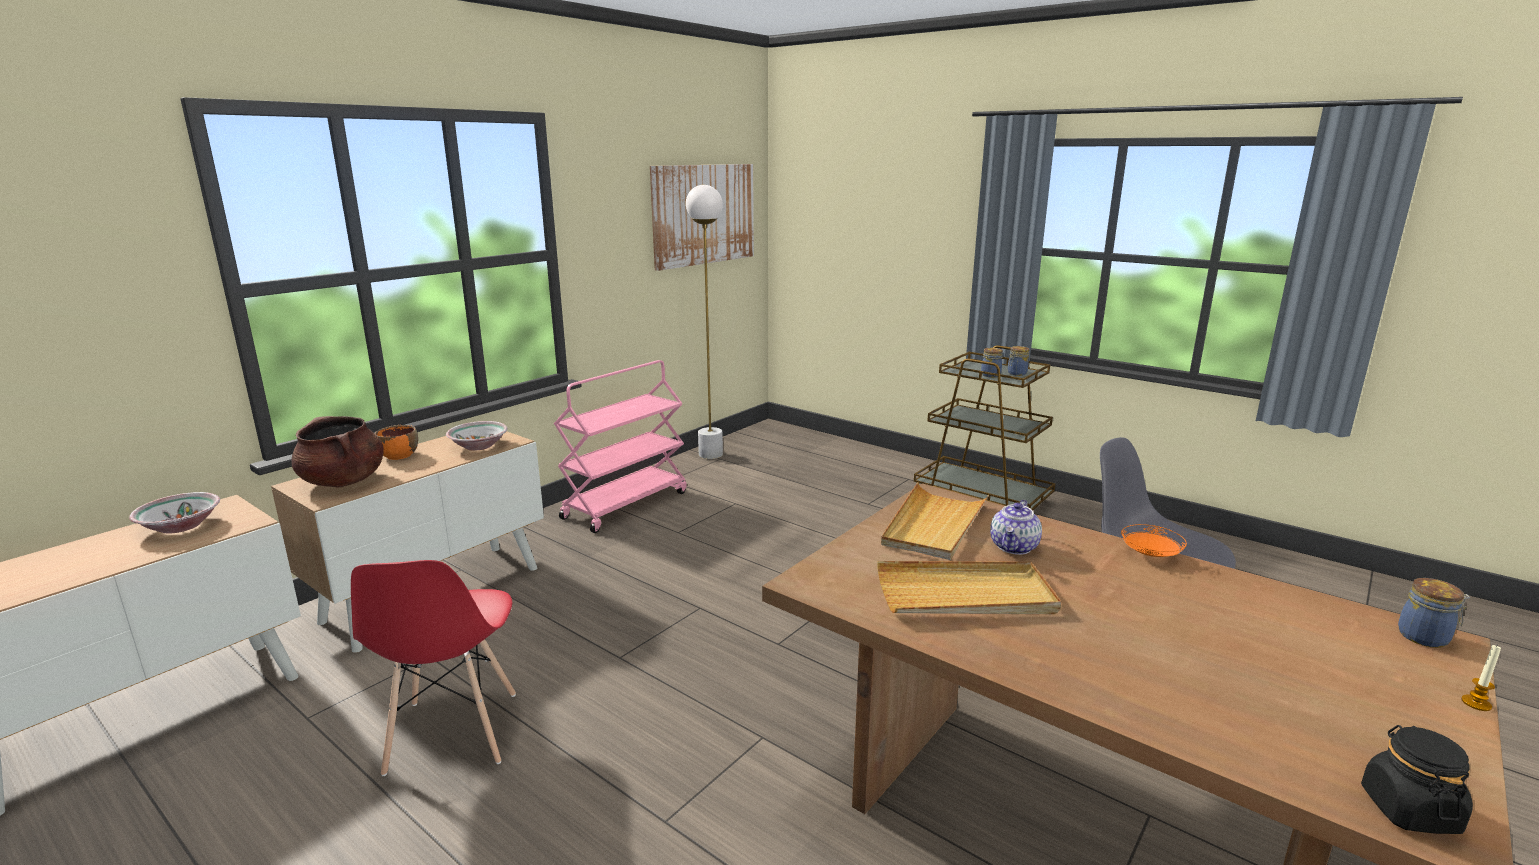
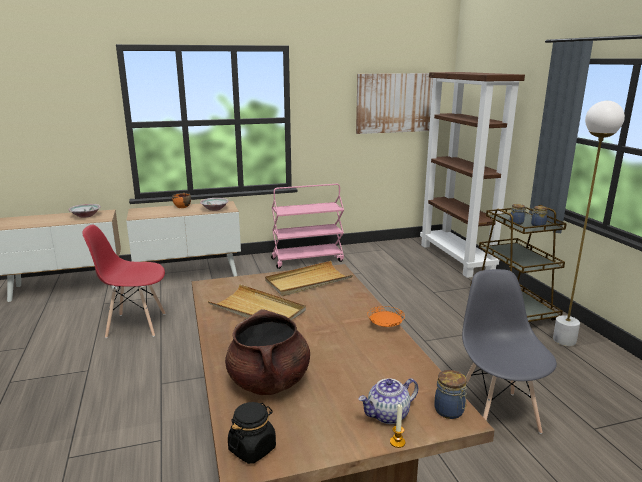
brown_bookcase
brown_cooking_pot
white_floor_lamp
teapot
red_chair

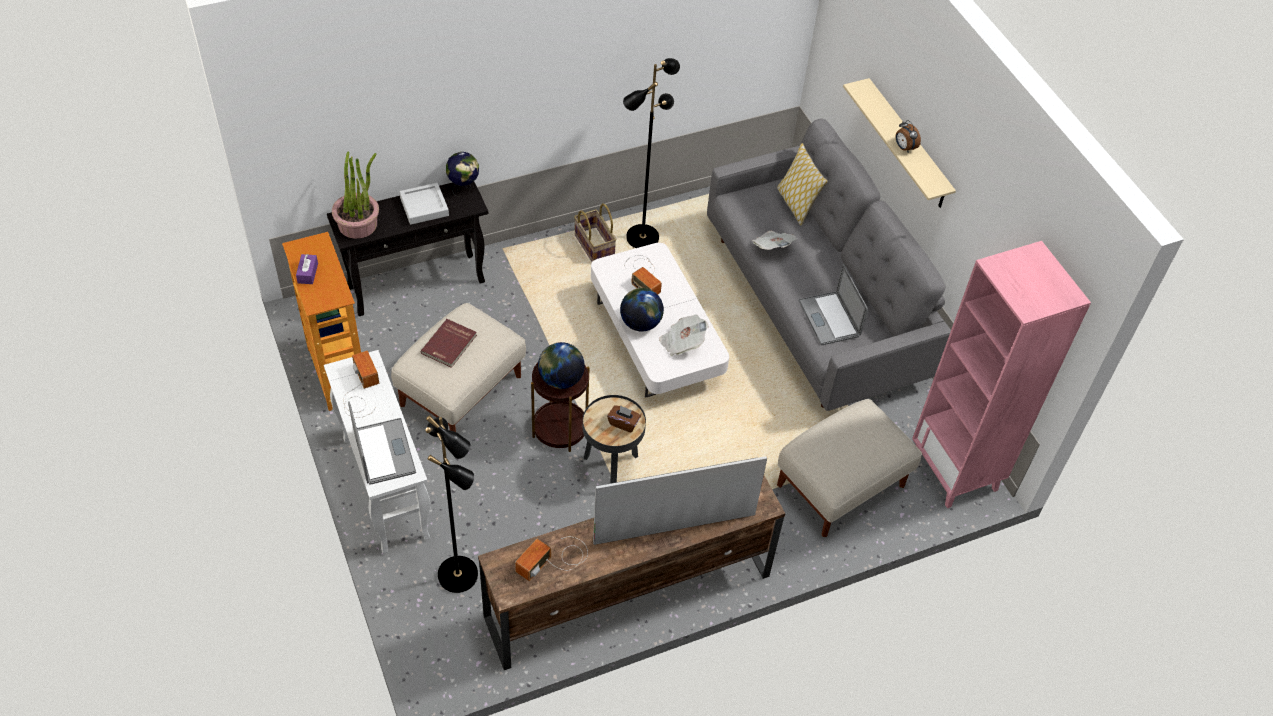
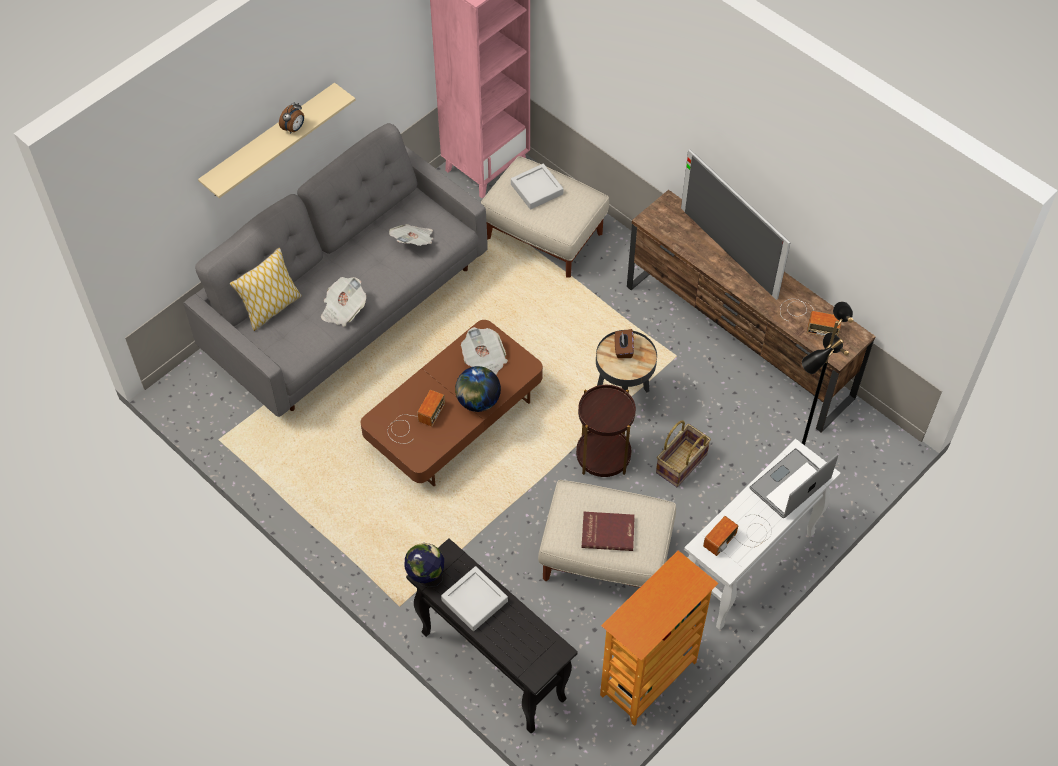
purple_tissue_box
potted_plant
globe (no. 2 from left in the first image)
black_floor_lamp (no. 2 from left in the first image)
grey_tray (no. 2 from left)
basket
newspaper (no. 2 from left)
brown_coffee_table

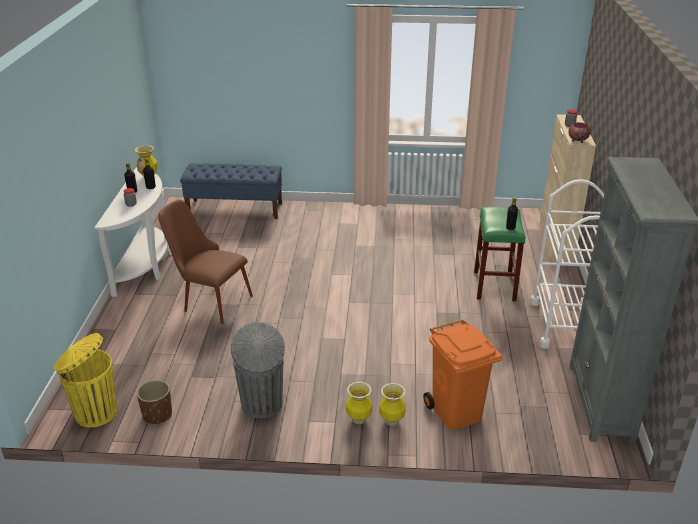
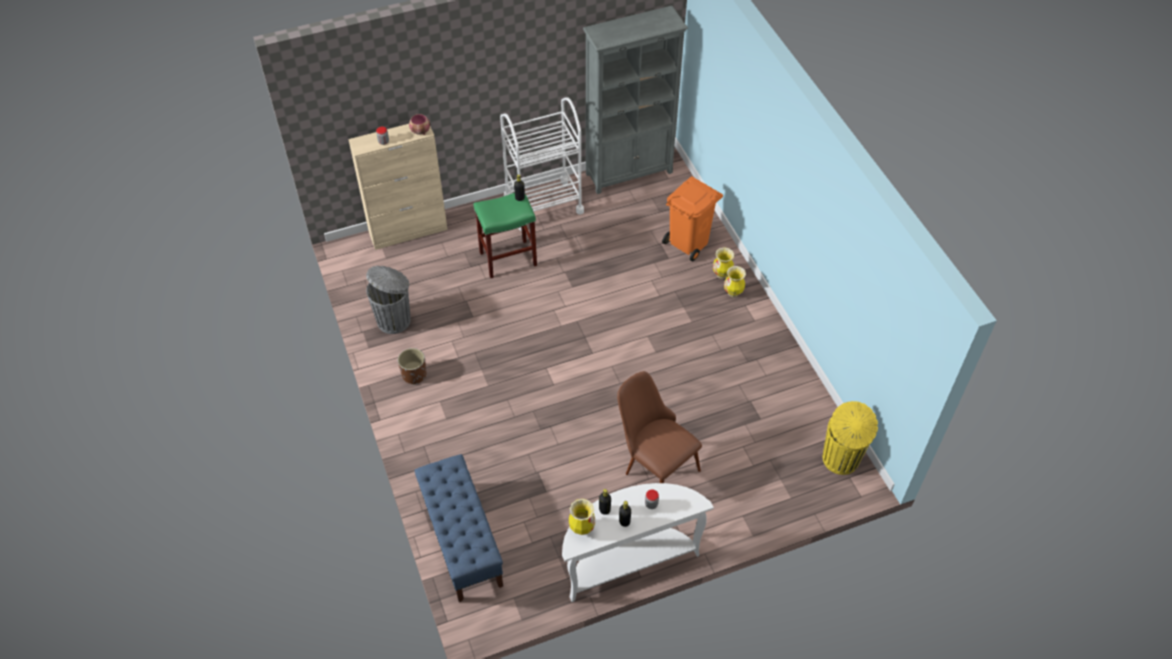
brown_planter
grey_trash_can
brown_chair

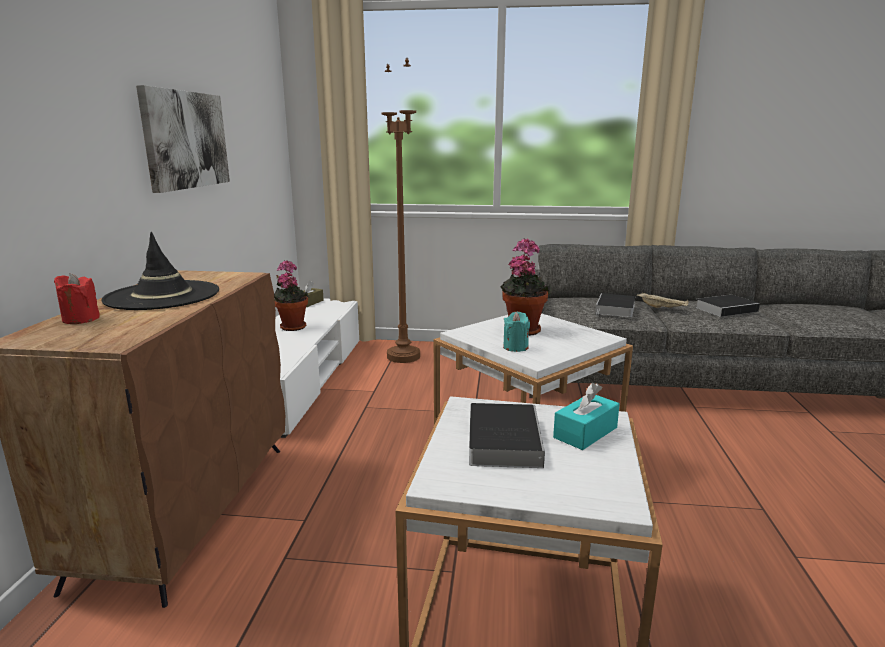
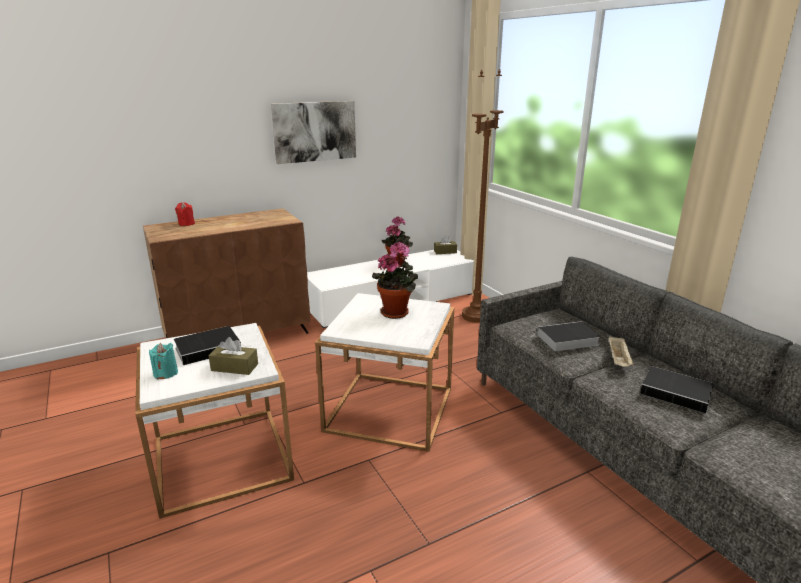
black_hat
turquoise_candle
brown_tissue_box (no. 1 from left)

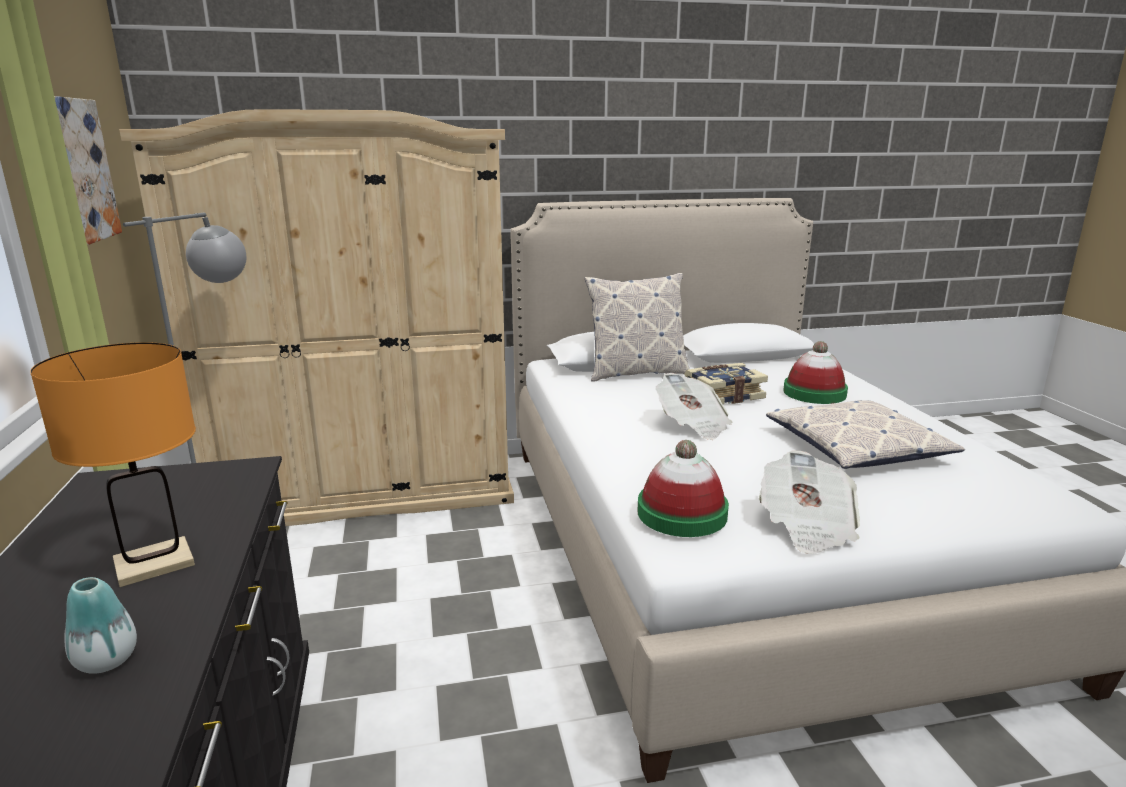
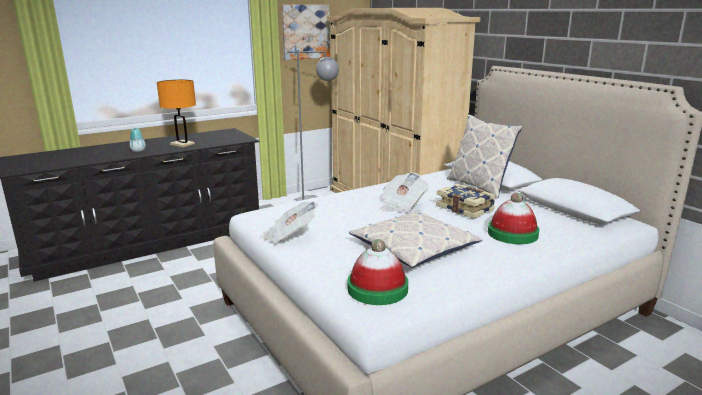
hat (no. 1 from left)

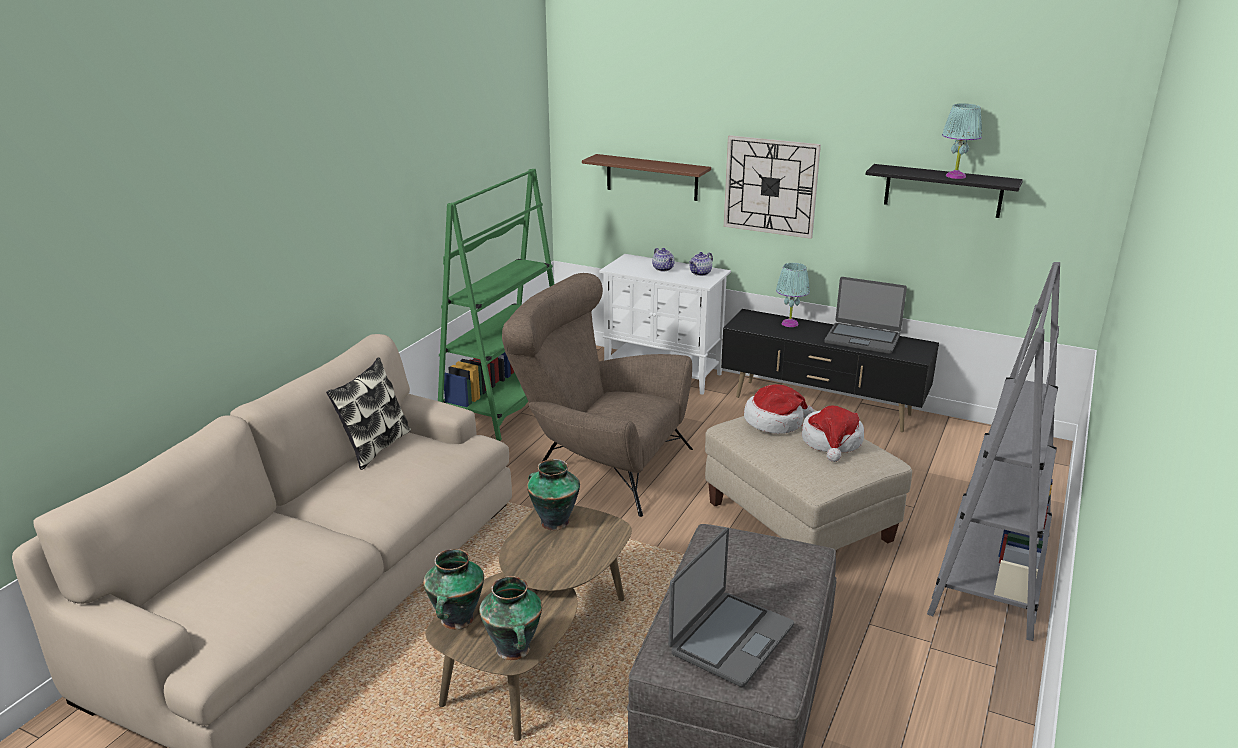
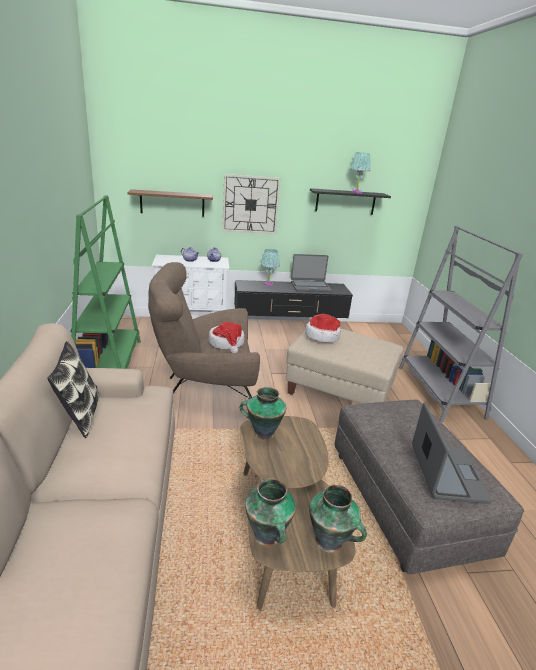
hat (no. 1 from left)

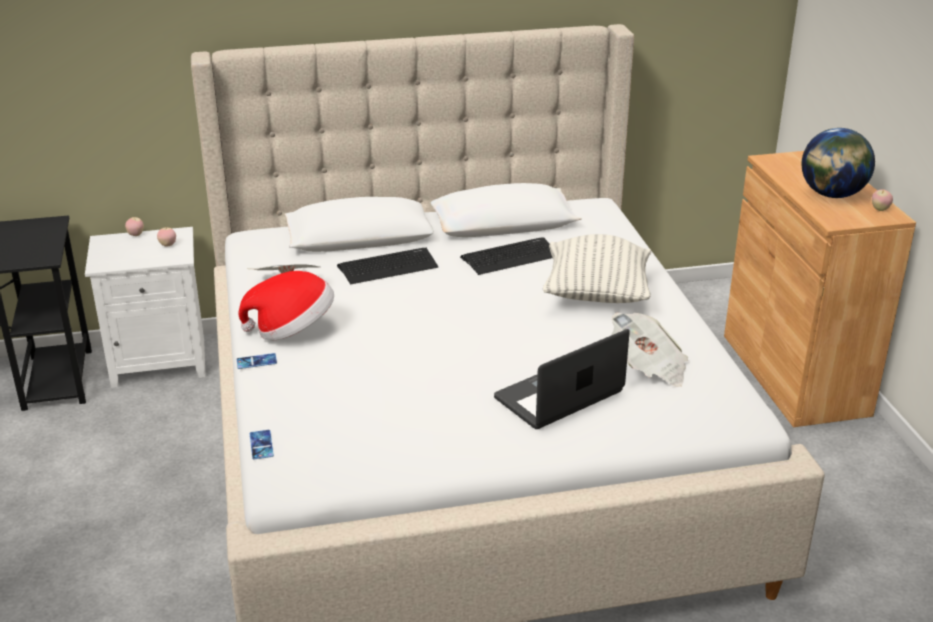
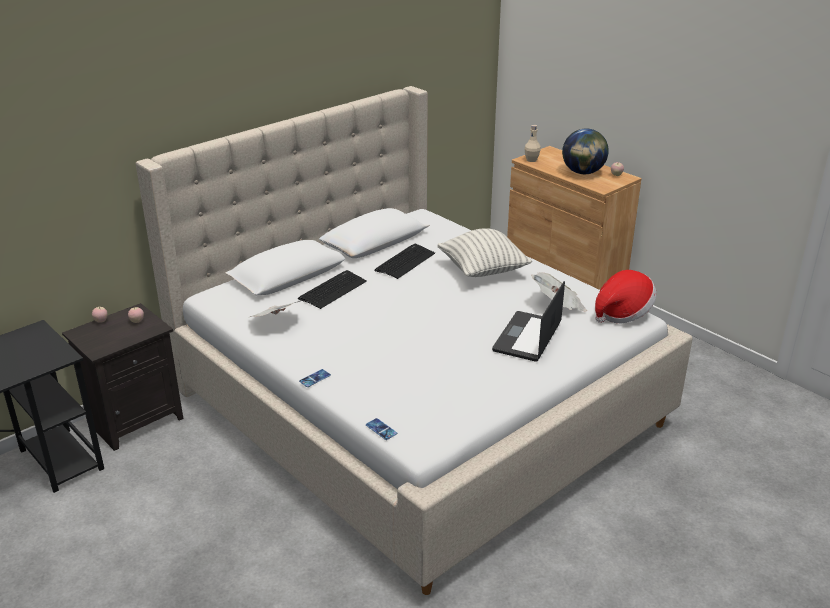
beige_bottle
hat
black_nightstand

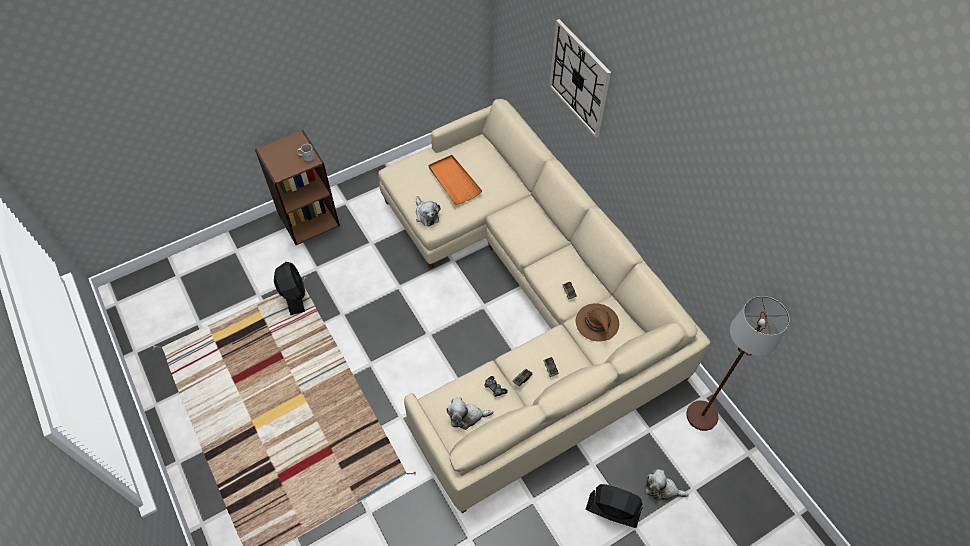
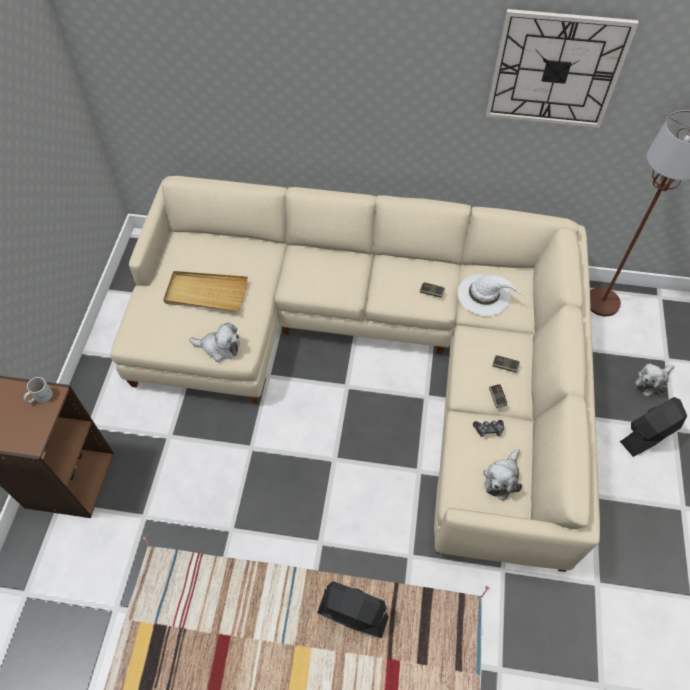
black_fan (no. 1 from left)
wall_clock
beige_tray
white_hat

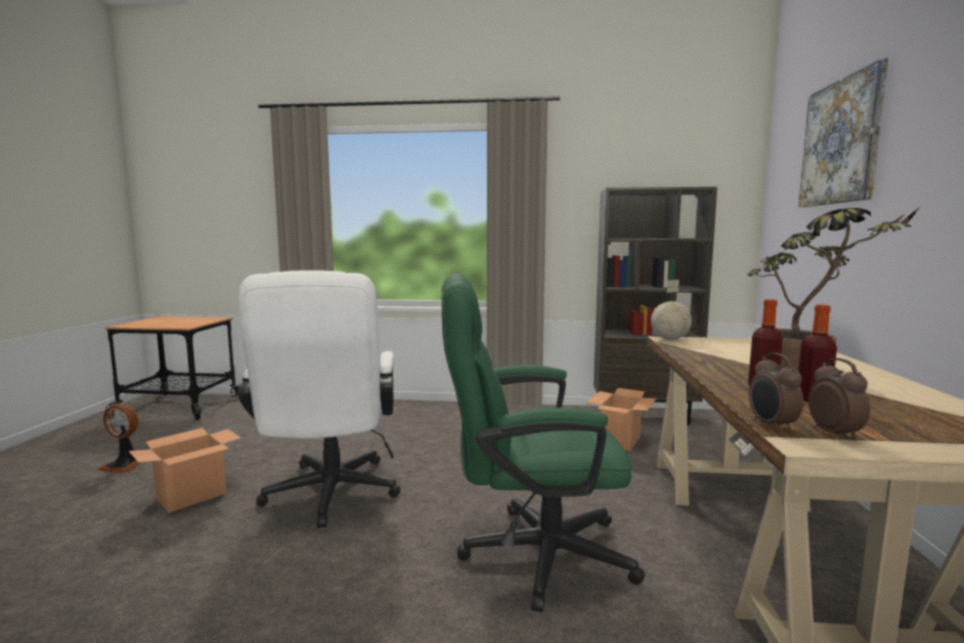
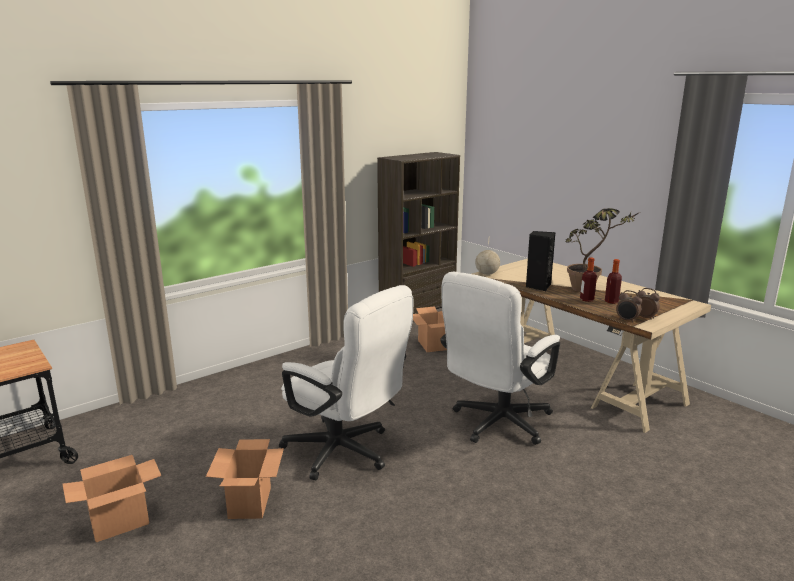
picture
black_speaker
cardboard_box (no. 1 from left)
white_office_chair (no. 2 from left)

